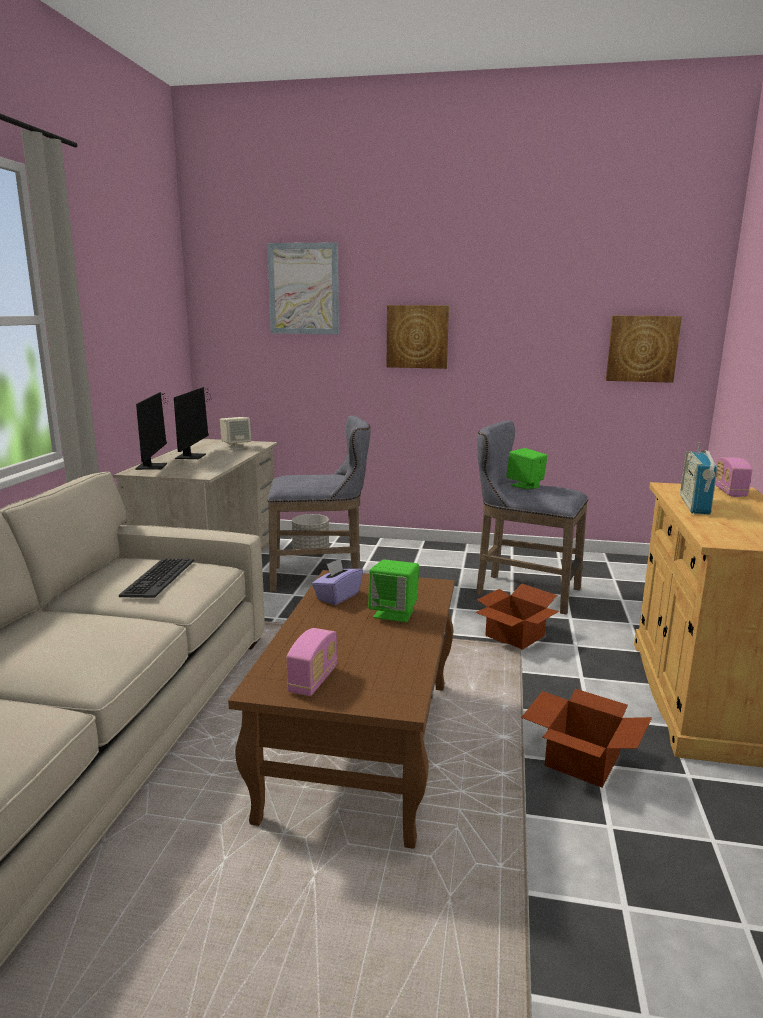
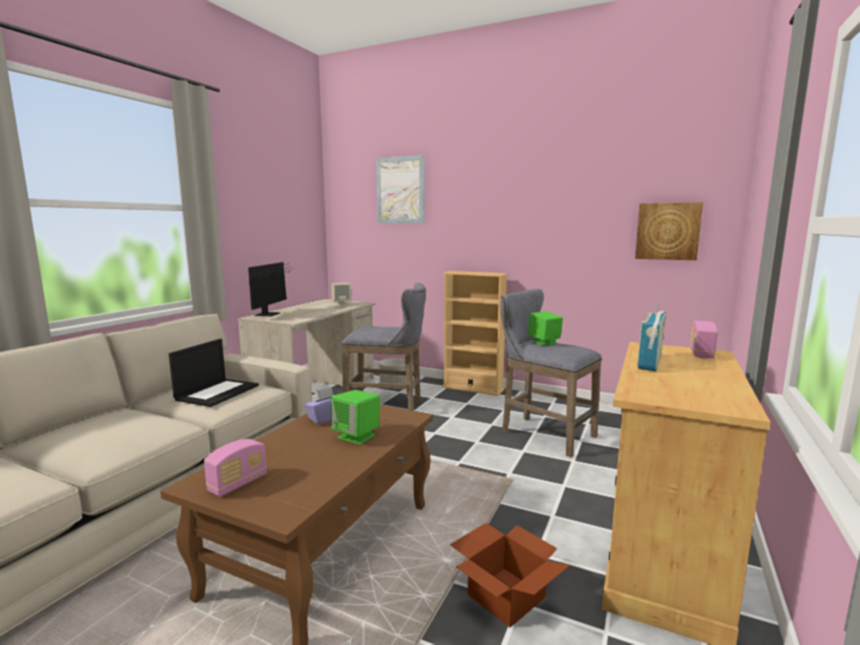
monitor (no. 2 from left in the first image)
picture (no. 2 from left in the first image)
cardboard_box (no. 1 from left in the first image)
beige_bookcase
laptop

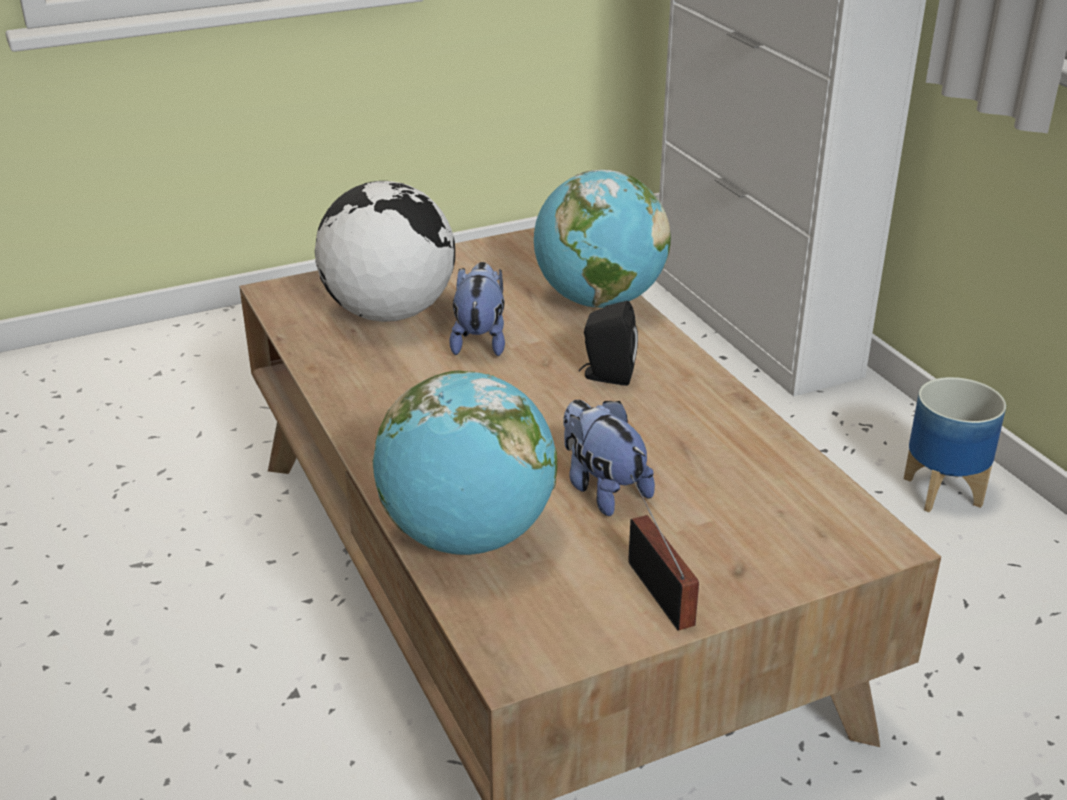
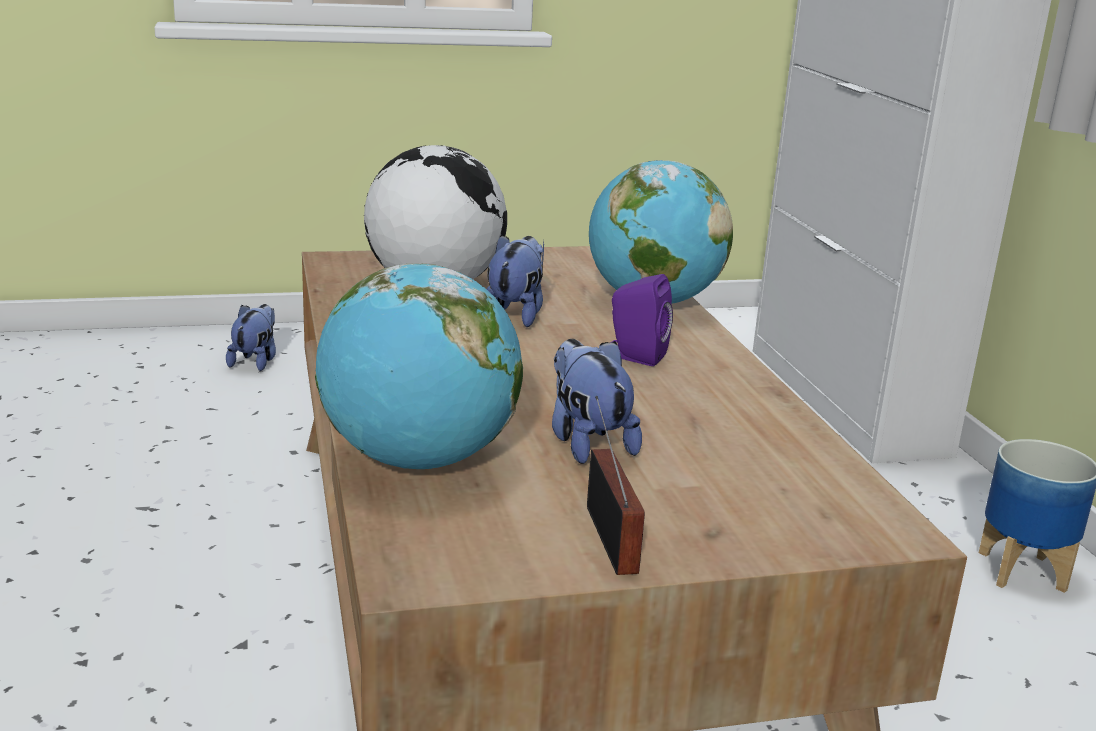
plush_toy (no. 1 from left)
purple_speaker

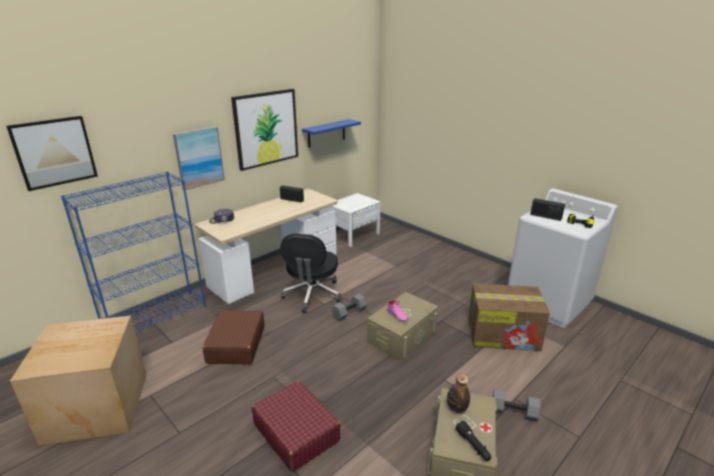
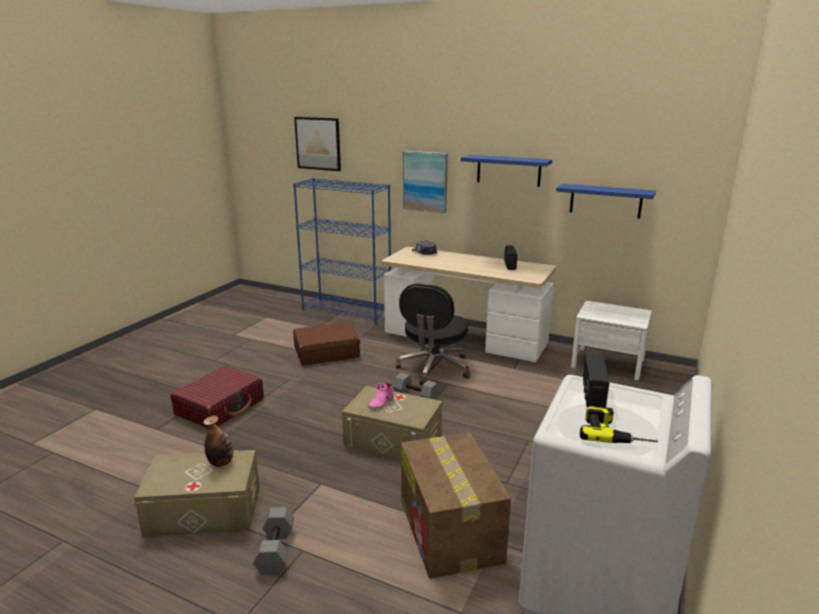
cardboard_box (no. 1 from left in the first image)
black_flashlight
blue_shelf (no. 1 from left)
black_office_chair

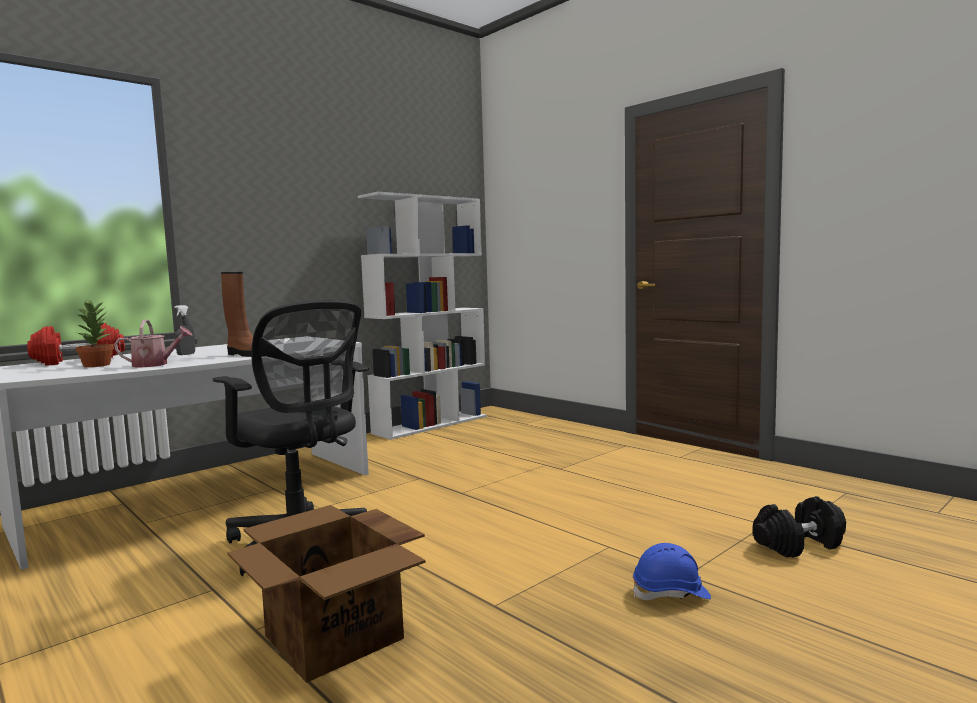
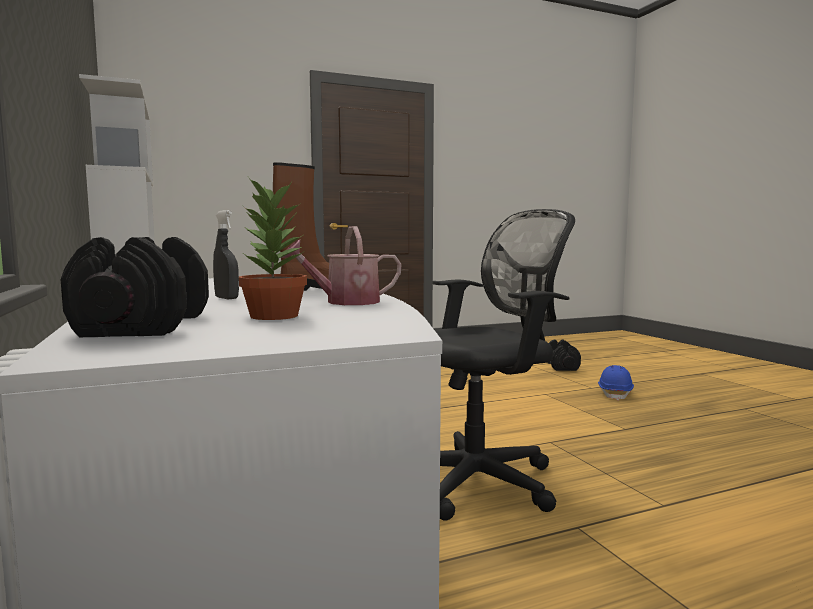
cardboard_box
black_dumbbell (no. 1 from left)
watering_can

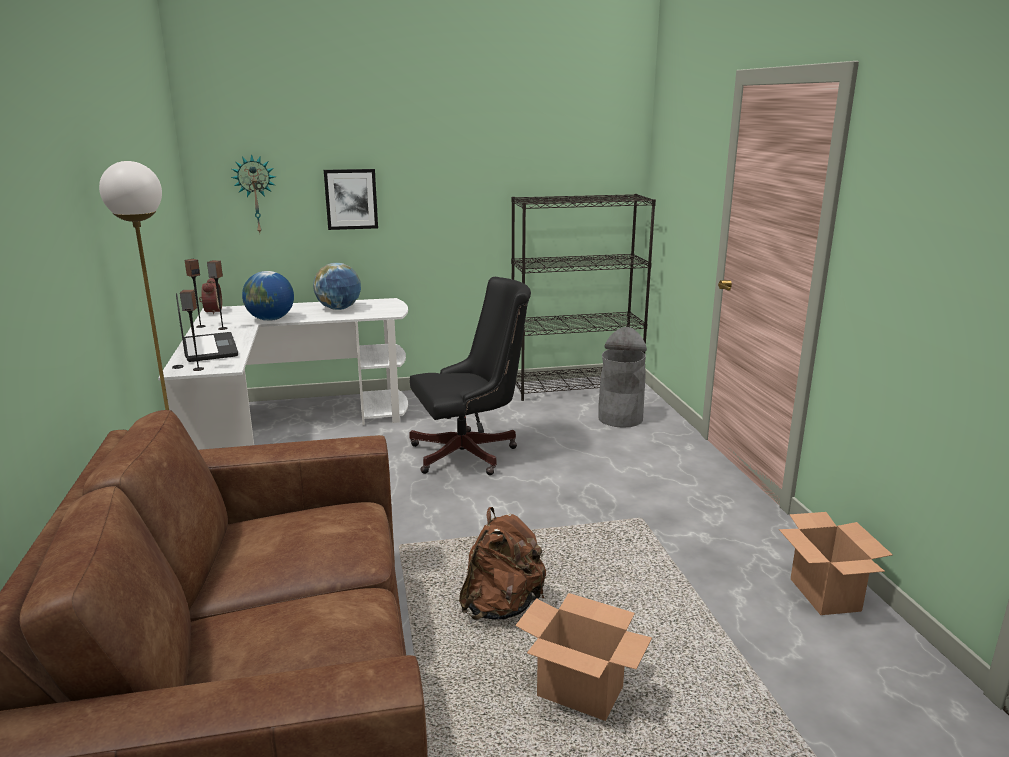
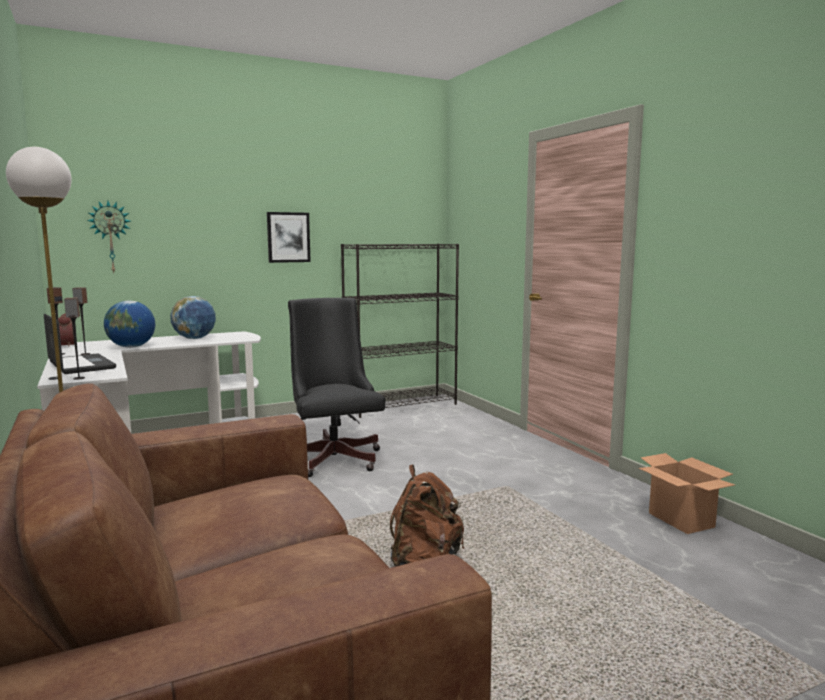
cardboard_box (no. 1 from left in the first image)
grey_trash_can
picture
black_office_chair

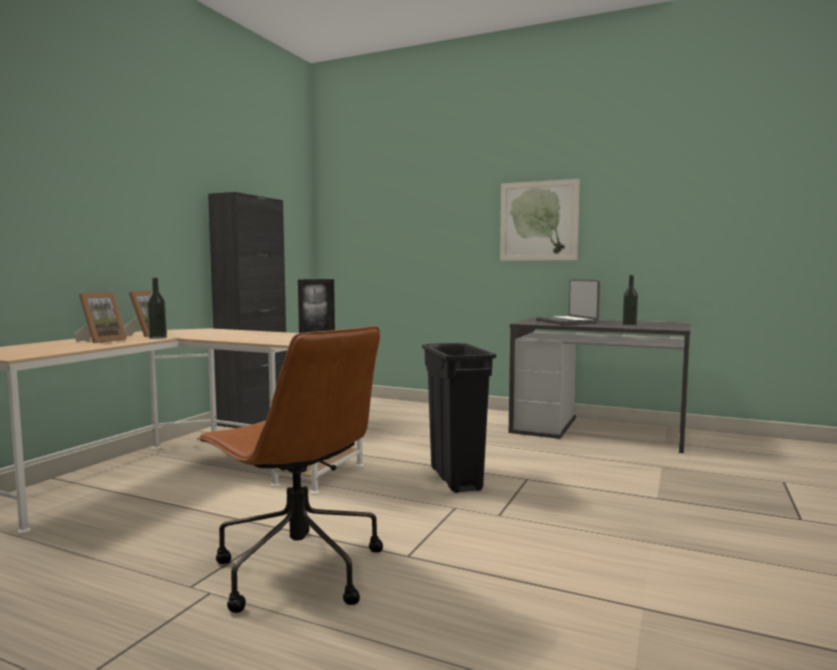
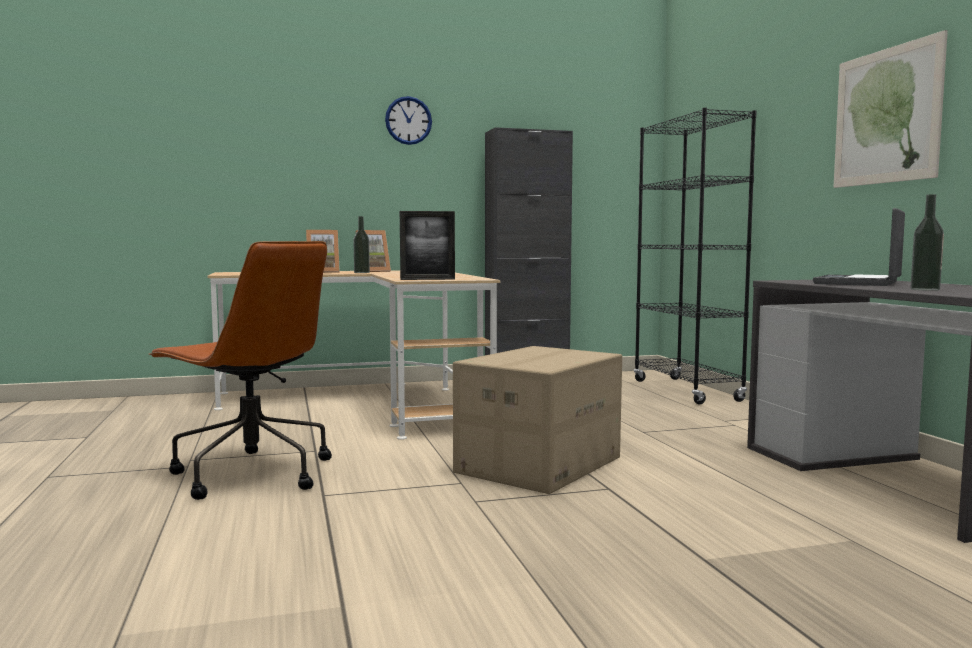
wall_clock
black_bookcase
cardboard_box
brown_office_chair

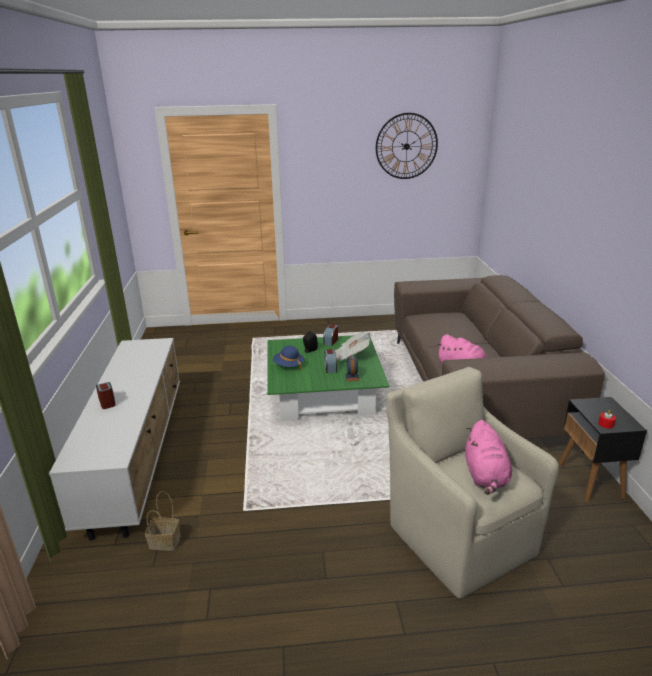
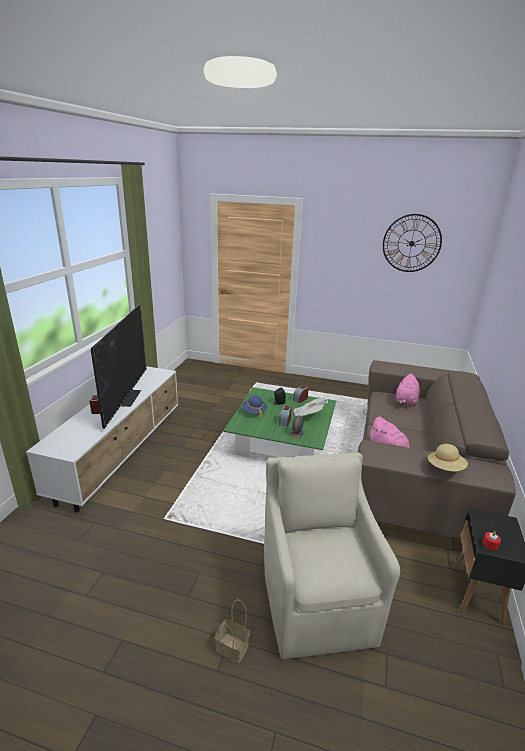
television
beige_hat
basket
pink_plush_toy (no. 2 from left)

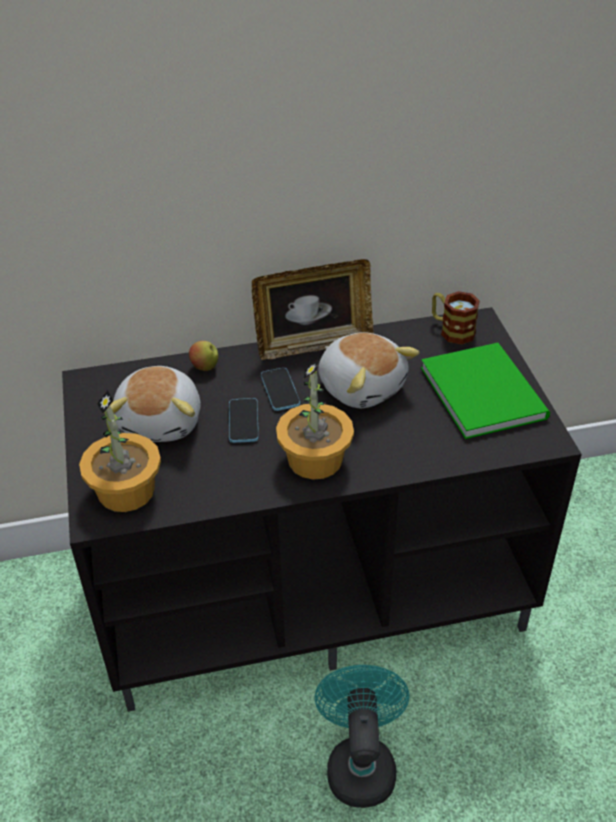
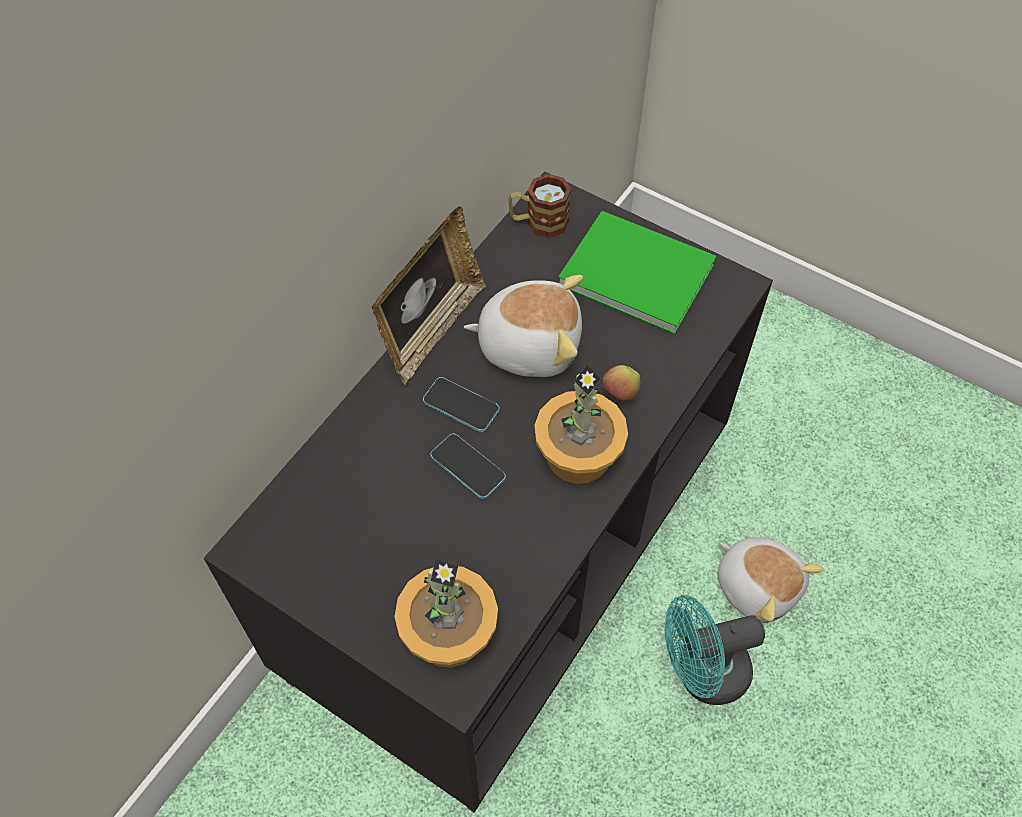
plush_toy (no. 2 from left)
apple
turquoise_fan

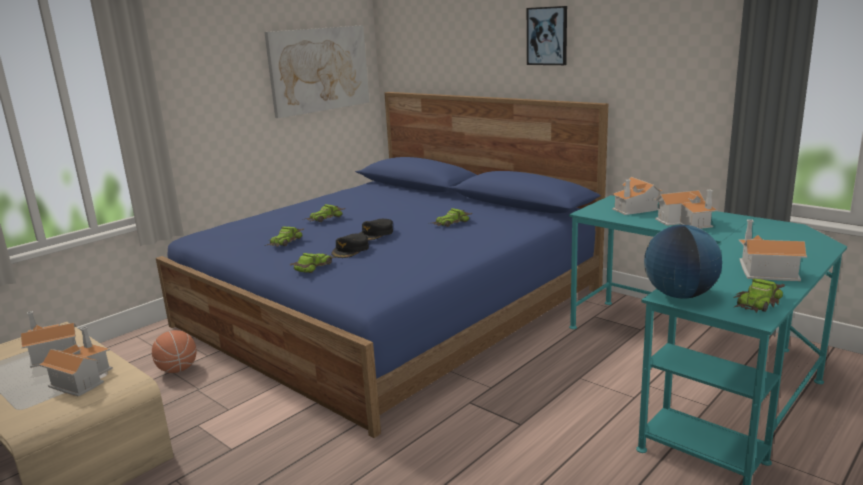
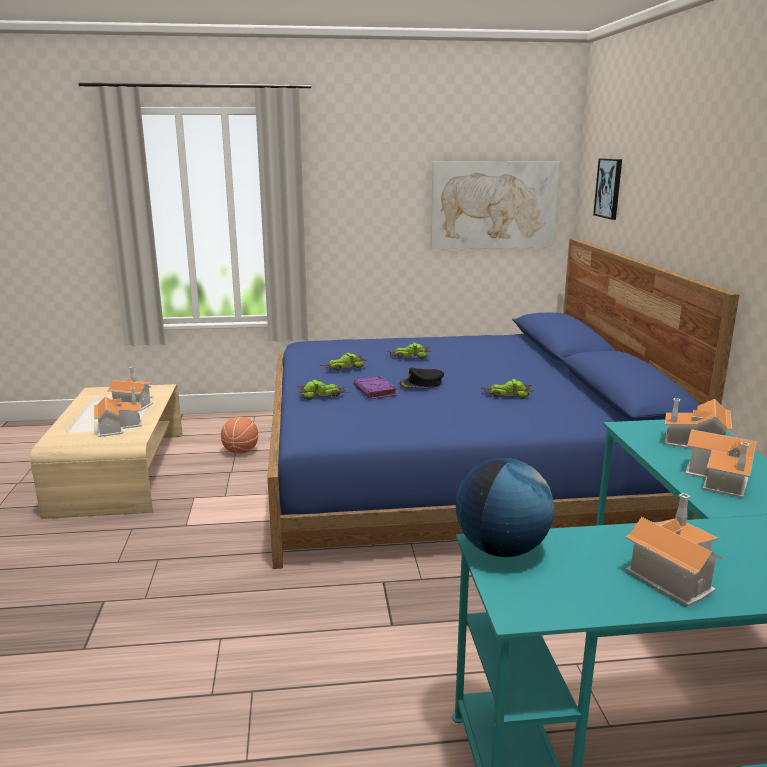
toy_car (no. 5 from left in the first image)
picture (no. 2 from left)
purple_book

